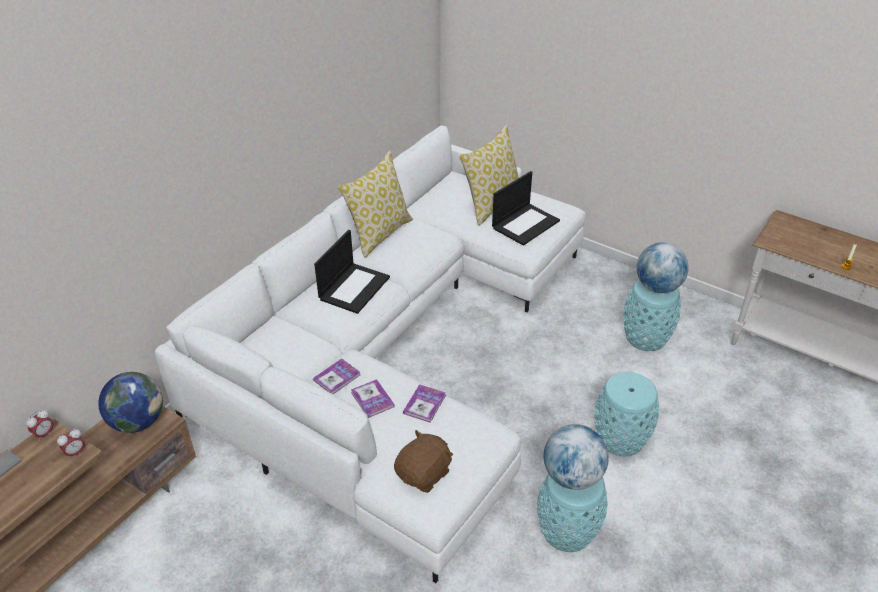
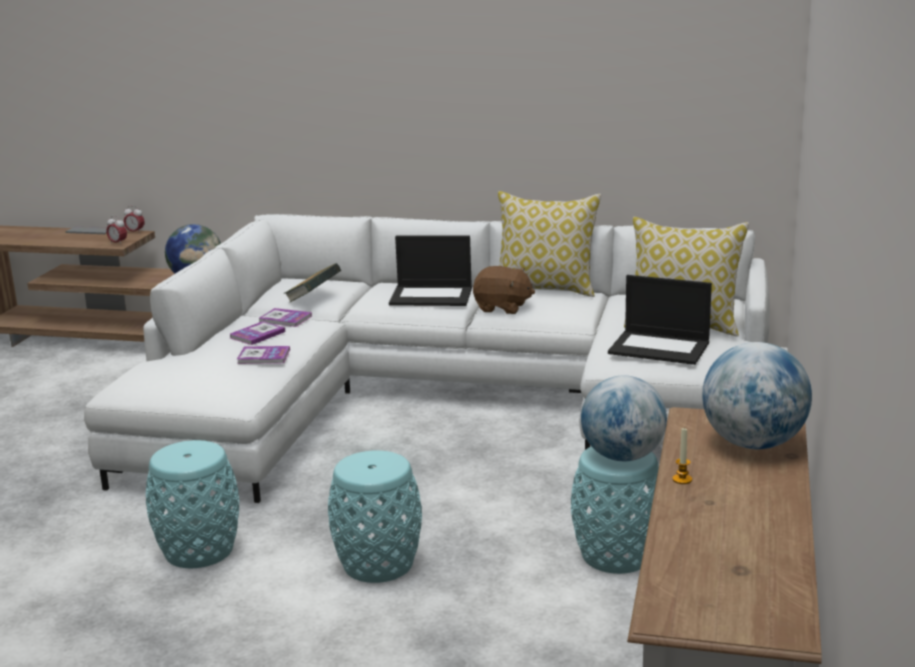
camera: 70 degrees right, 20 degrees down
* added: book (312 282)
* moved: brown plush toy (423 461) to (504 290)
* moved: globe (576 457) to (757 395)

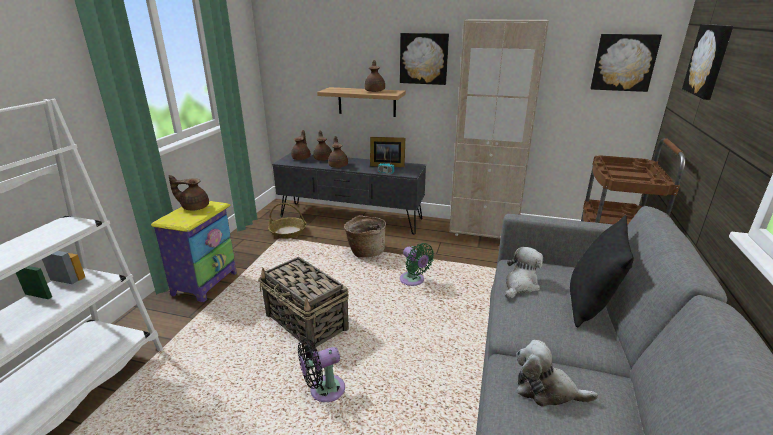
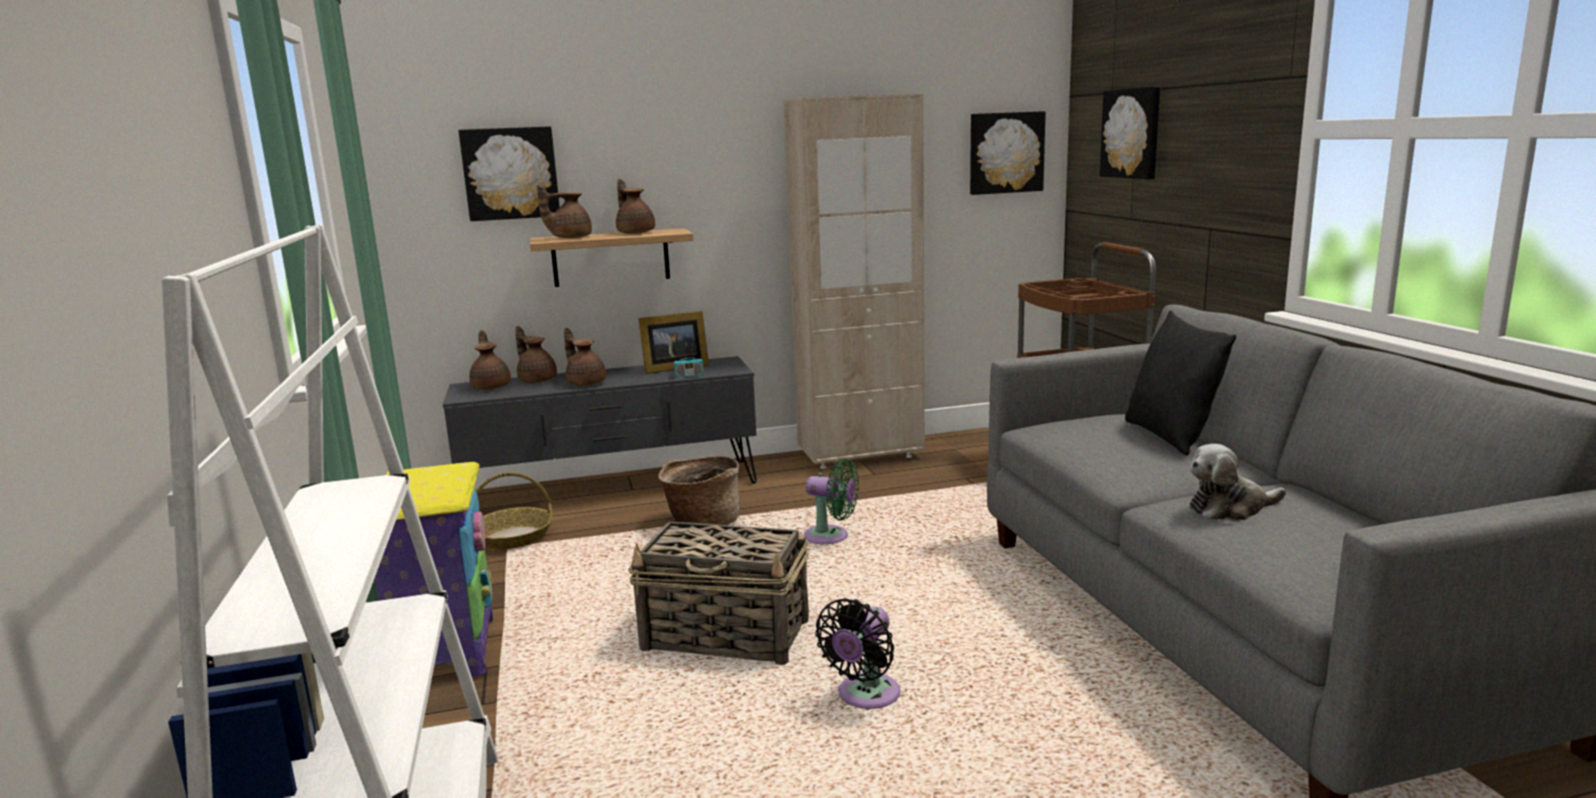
camera: 30 degrees left, 10 degrees down
* removed: plush toy (524 273)
* moved: brown teapot (188 192) to (564 211)
* moved: picture (424 59) to (509 173)

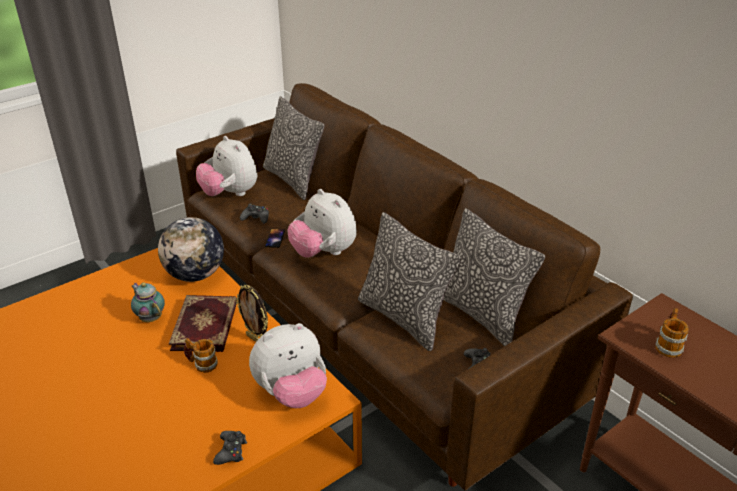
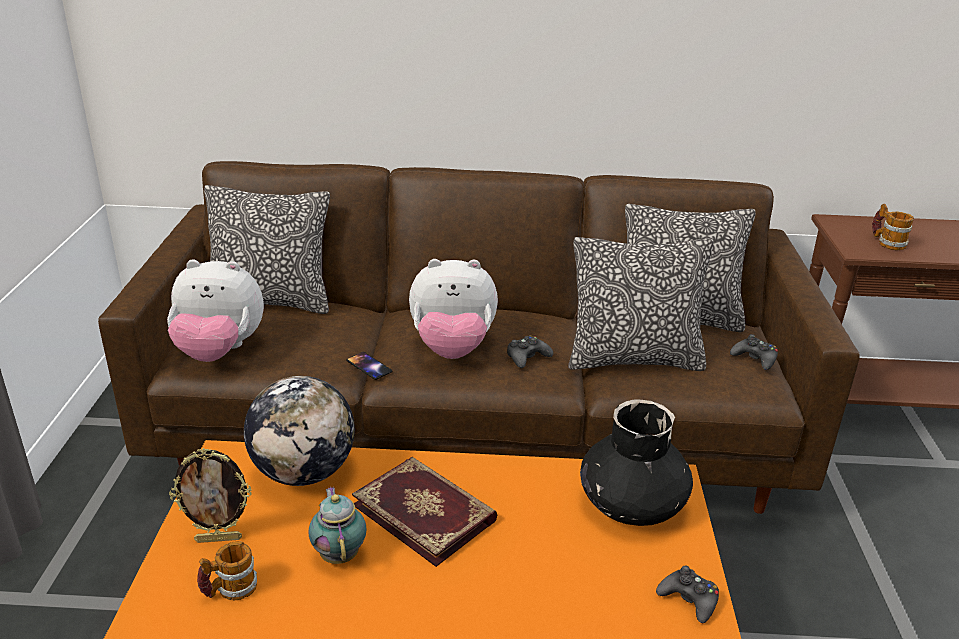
camera: 50 degrees left, 5 degrees down
* moved: mug (201 355) to (227 570)
* moved: picture frame (251 313) to (210 495)
* moved: black game controller (254 213) to (530 351)
* replaced: plush toy (288 365) to black vase (636 462)
* turned: teapot (148 302) = (338 525) 75 degrees clockwise

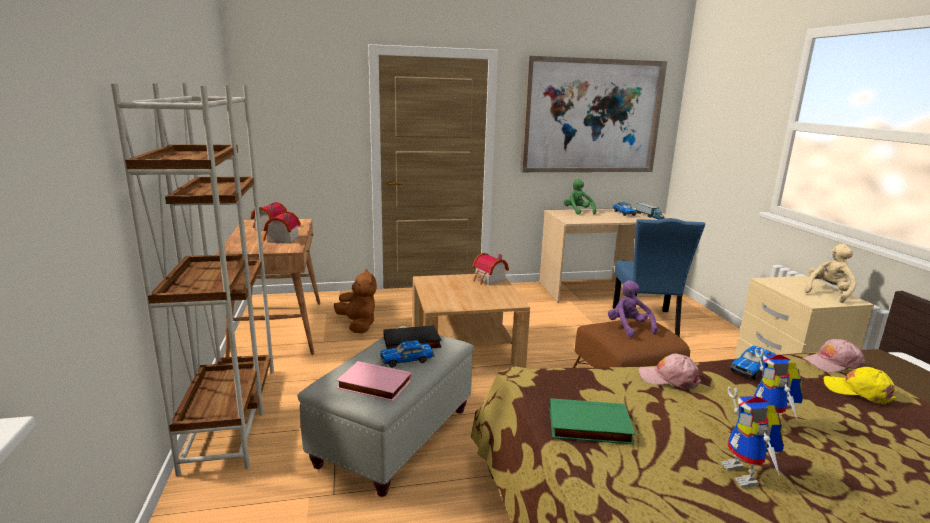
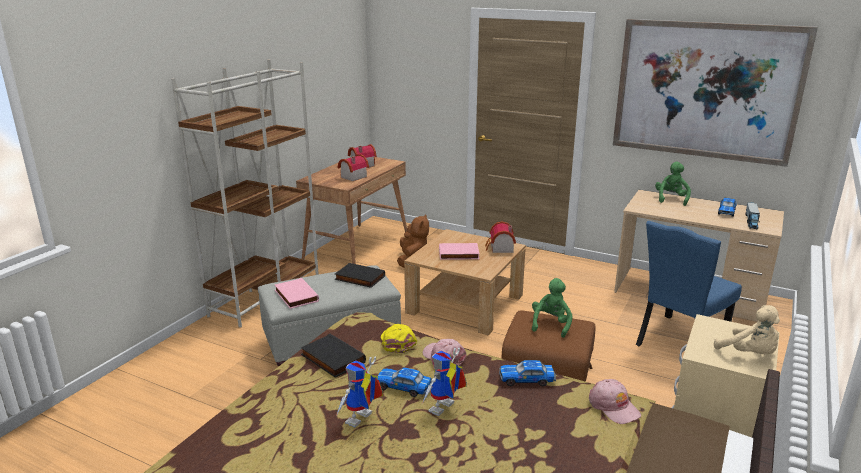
camera: 40 degrees right, 5 degrees up
* added: pink book (459 251)
* moved: toy car (407 353) to (405 382)
* moved: yellow cap (859 385) to (399 338)
* recoloured: green book (592 421) to black book (333 356)
* recoloured: purple plush toy (633 308) to green plush toy (552 308)
* turned: pink cap (834 356) = (615 401) 150 degrees counterclockwise
* turned: beige plush toy (831 273) = (747 329) 60 degrees clockwise

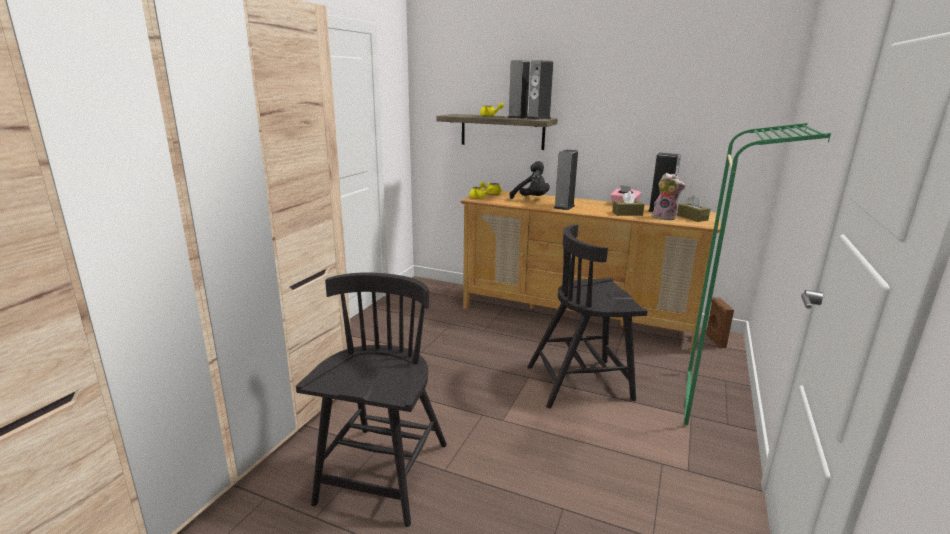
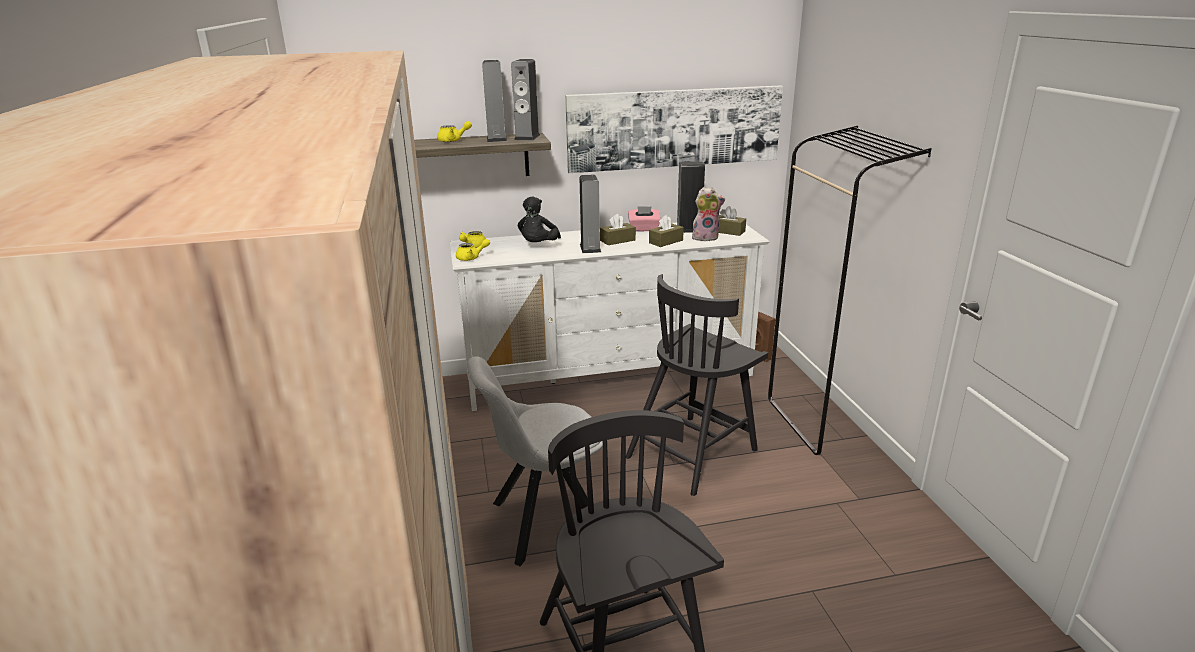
camera: 35 degrees left, 5 degrees up
* added: grey chair (535 461)
* added: picture (674 129)
* added: brown tissue box (618 229)
* recoloured: brown dresser (590 270) to white dresser (610 317)
* recoloured: green clothes rack (757 274) to black clothes rack (850 290)
* turned: black plush toy (530 180) = (539 219) 90 degrees clockwise

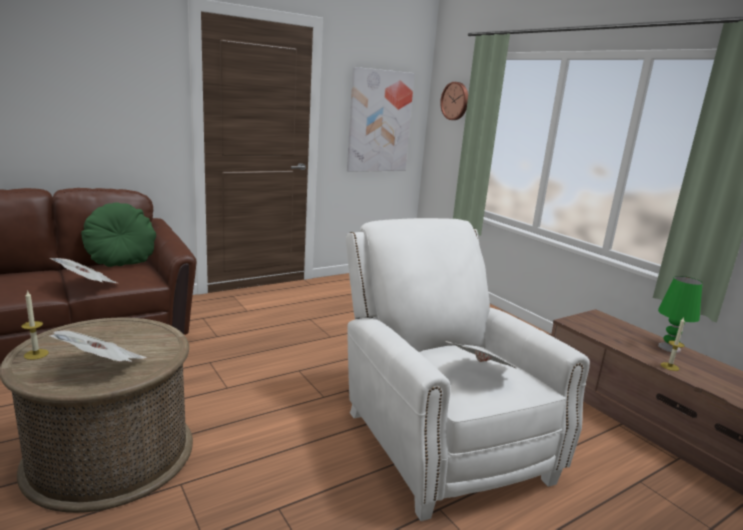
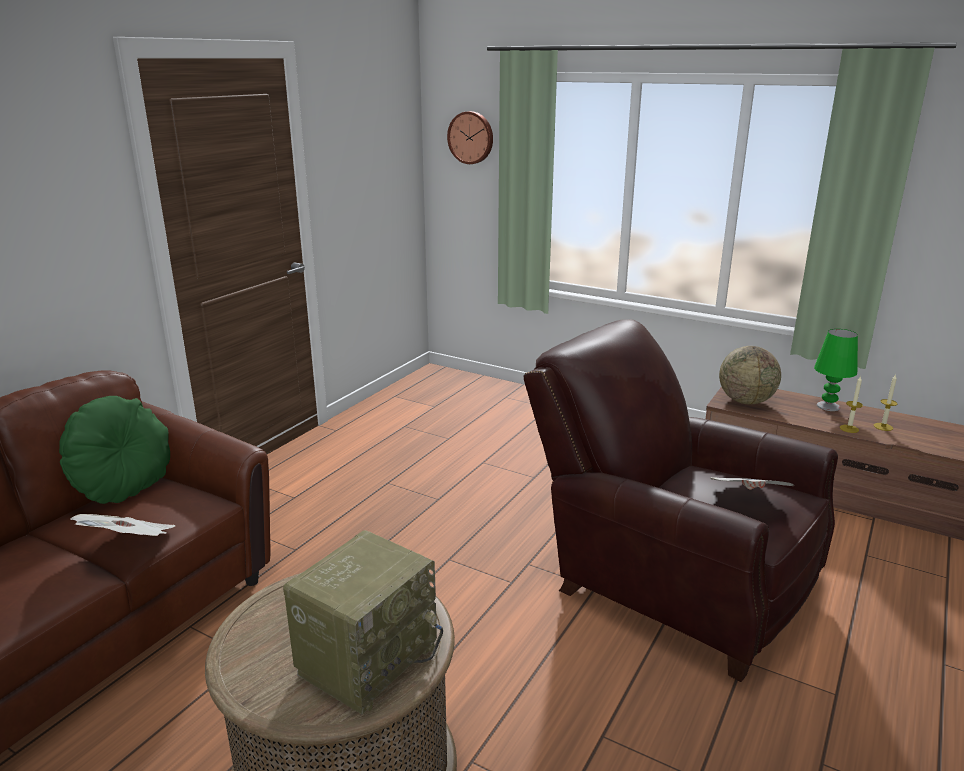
camera: 25 degrees left, 5 degrees up
* removed: picture (381 119)
* added: globe (750 375)
* moved: candle (35 325) to (885 402)
* replaced: newspaper (98 346) to radio (363 622)
* recoloured: white armchair (468 369) to brown armchair (680 500)

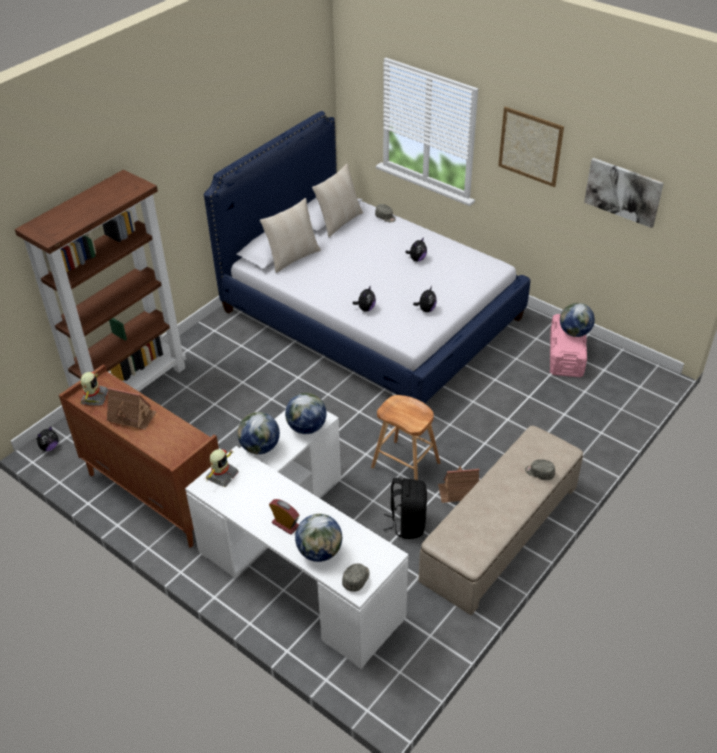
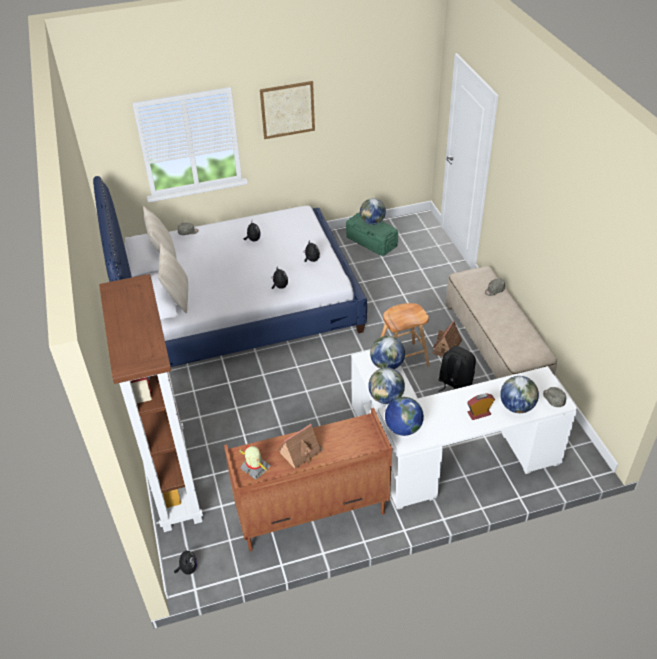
camera: 55 degrees left, 0 degrees up
* removed: picture (624 193)
* replaced: toy robot (222 468) to globe (404 416)
* recoloured: pink storage box (568 345) to green storage box (372 234)

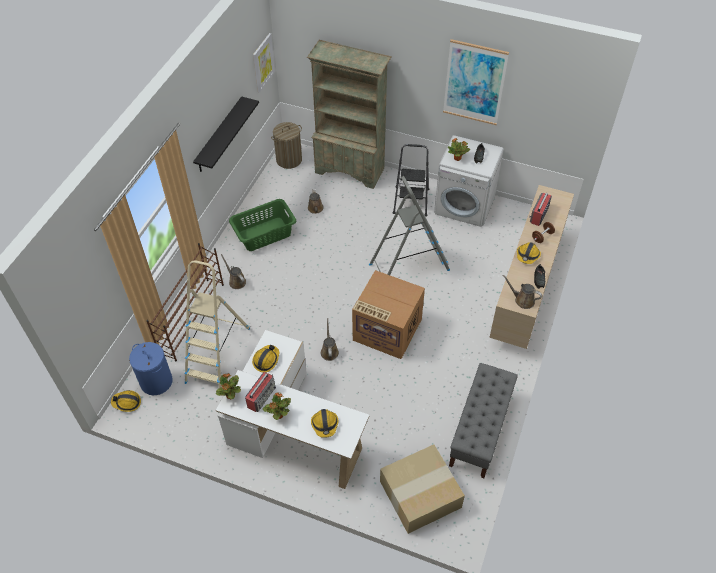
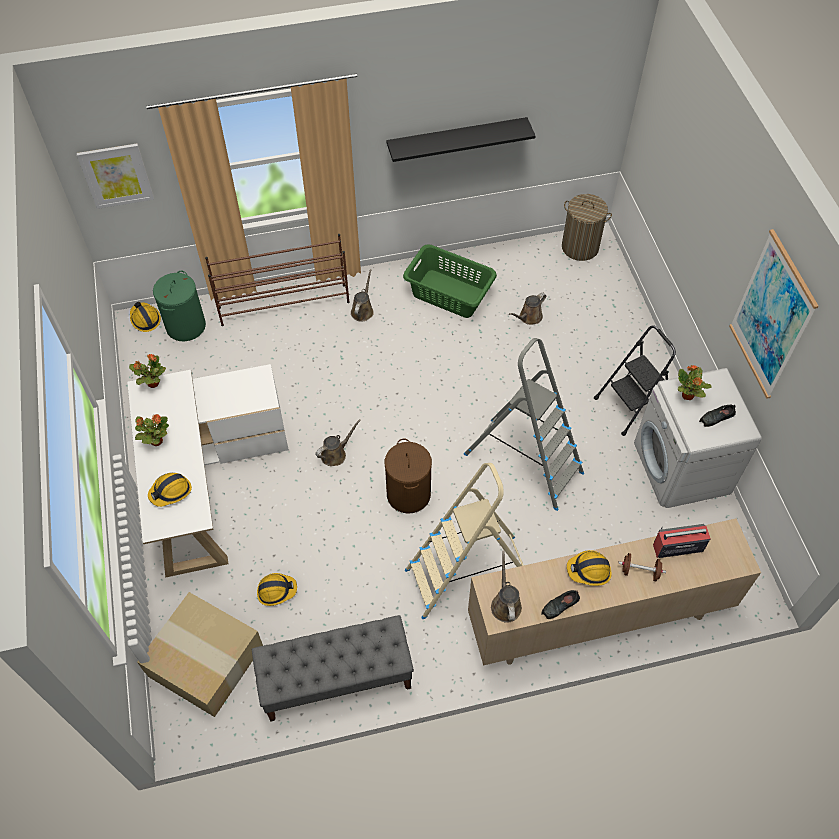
camera: 55 degrees right, 5 degrees up
* removed: radio (260 392)
* removed: green bookcase (349 114)
* moved: beige step ladder (217 324) to (464 541)
* moved: hard hat (265 358) to (277 589)
* moved: picture (264 63) to (115 176)
* replaced: cardboard box (388 314) to brown laundry basket (408 476)
* recoloured: blue laundry basket (151 368) to green laundry basket (179 306)

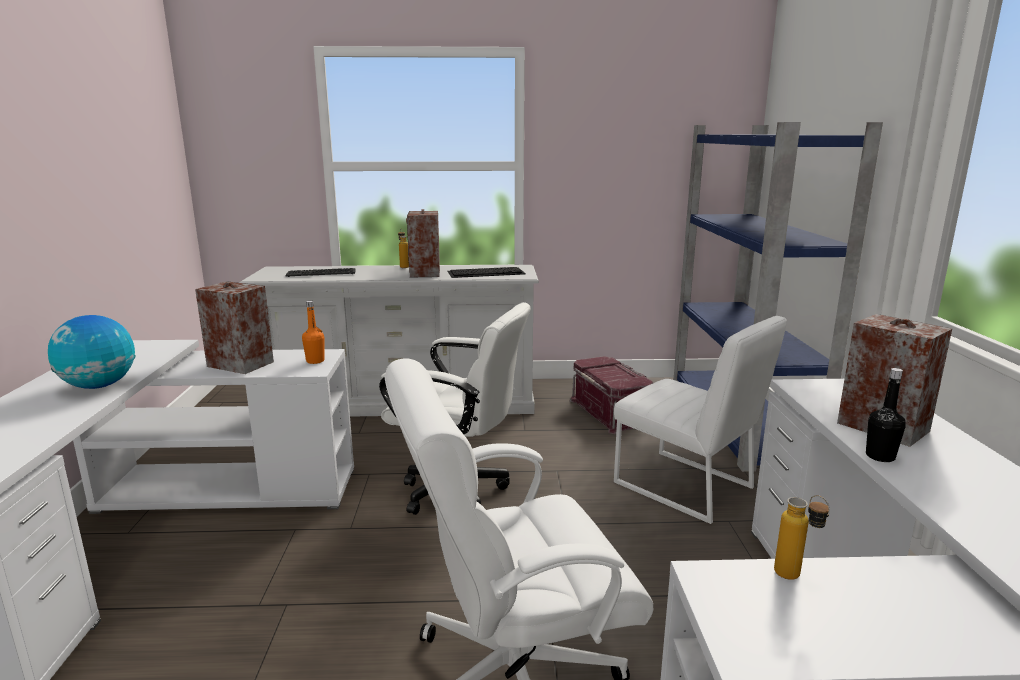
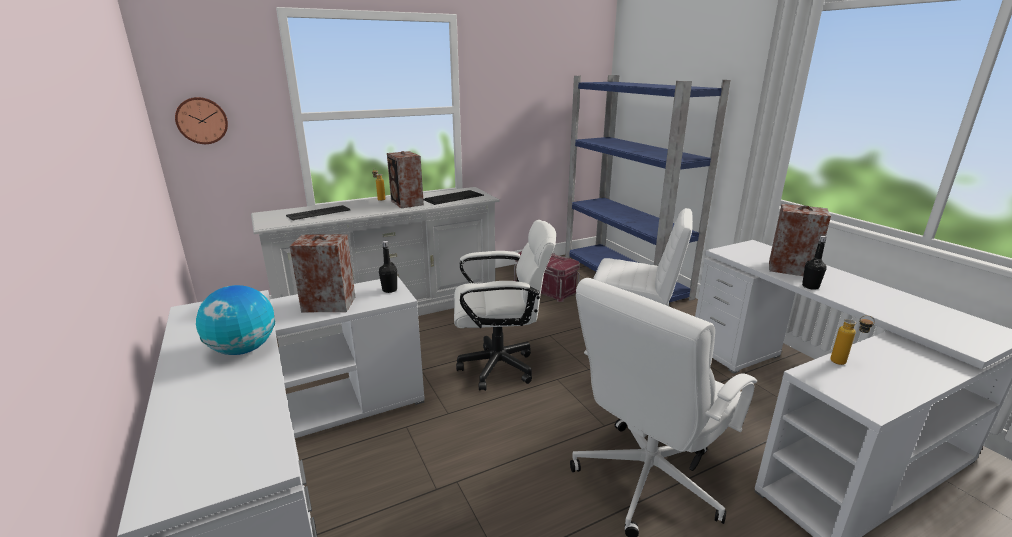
camera: 25 degrees left, 5 degrees up
* added: wall clock (201 120)
* recoloured: orange bottle (313 332) to black bottle (388 267)

